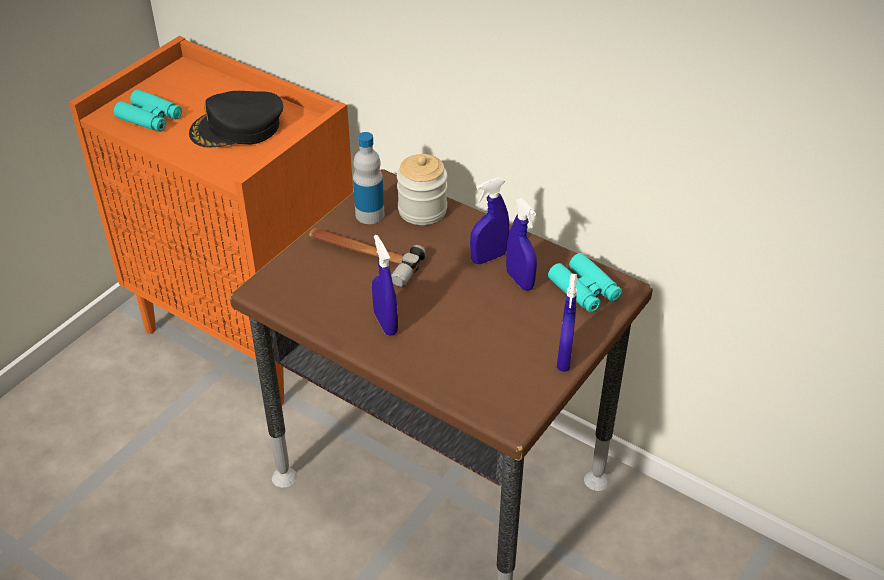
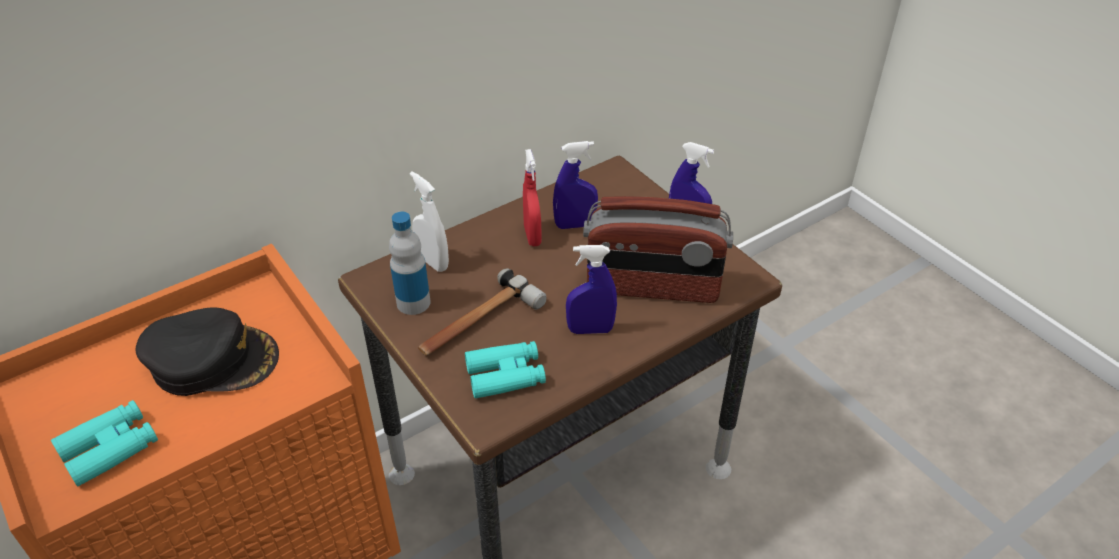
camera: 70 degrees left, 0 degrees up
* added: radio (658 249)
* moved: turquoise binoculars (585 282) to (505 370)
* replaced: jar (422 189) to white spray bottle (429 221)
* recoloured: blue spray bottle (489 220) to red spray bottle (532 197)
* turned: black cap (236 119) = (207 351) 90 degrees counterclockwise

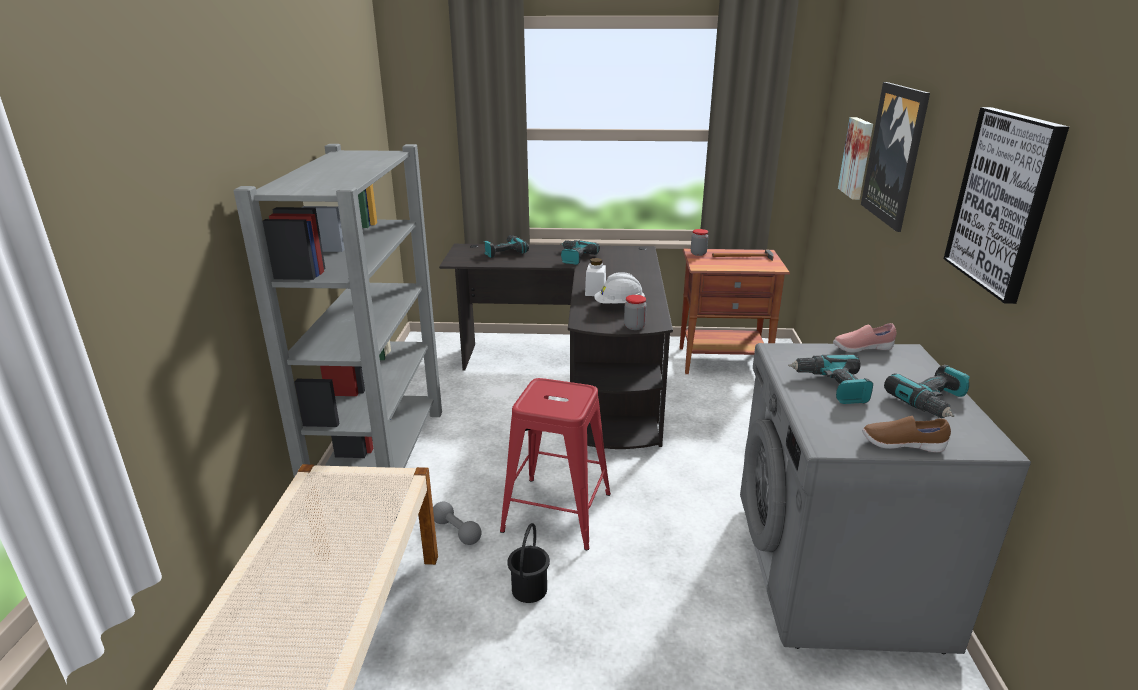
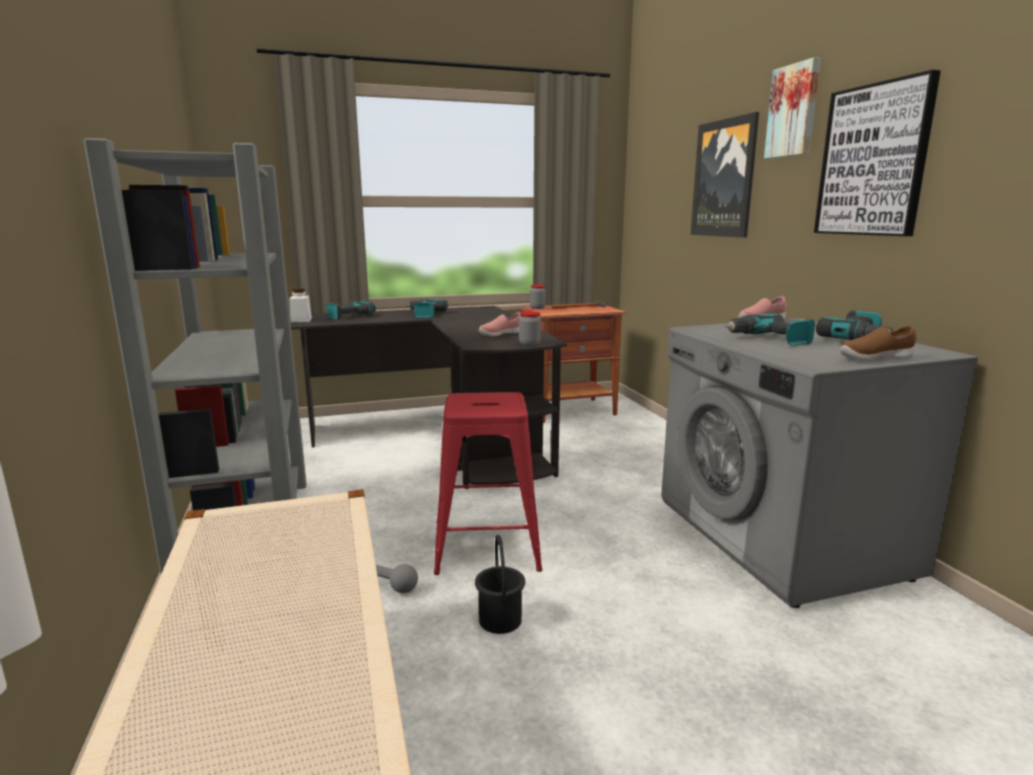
camera: 20 degrees left, 10 degrees down
* moved: white jar (595 277) to (300 305)
* moved: picture (855 158) to (792 108)
* replaced: white hard hat (619 287) to pink shoe (499 324)

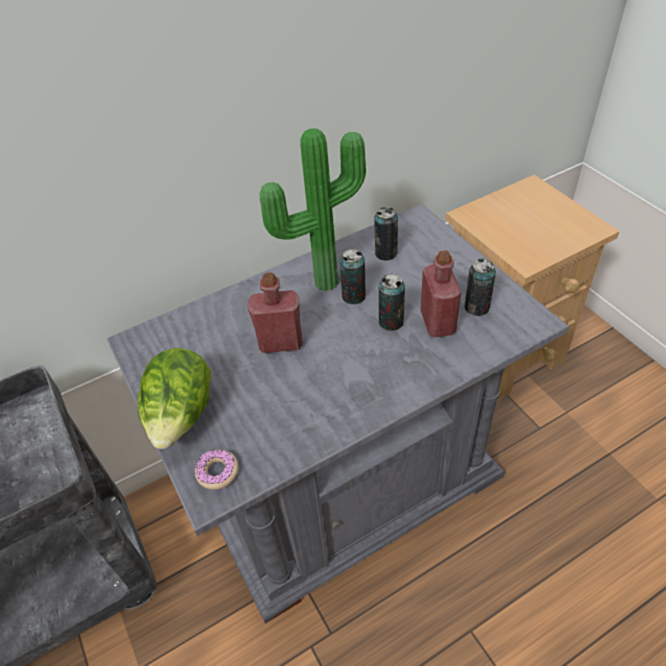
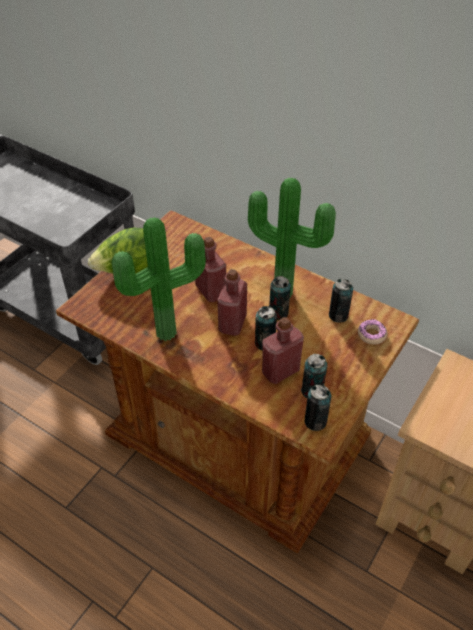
camera: 60 degrees right, 0 degrees up
* added: potted plant (159 279)
* added: red bottle (232 302)
* added: can (318 407)
* moved: donut (217 469) to (372 331)
* recoloured: grey cabinet (338 414) to brown cabinet (237 382)

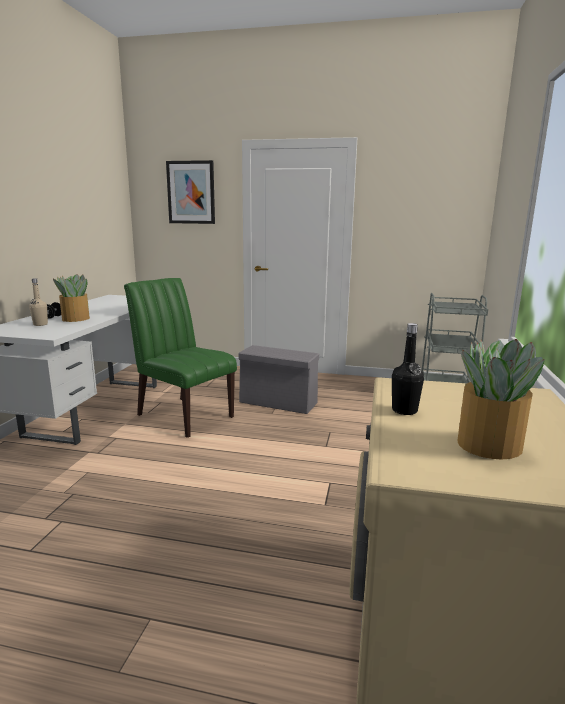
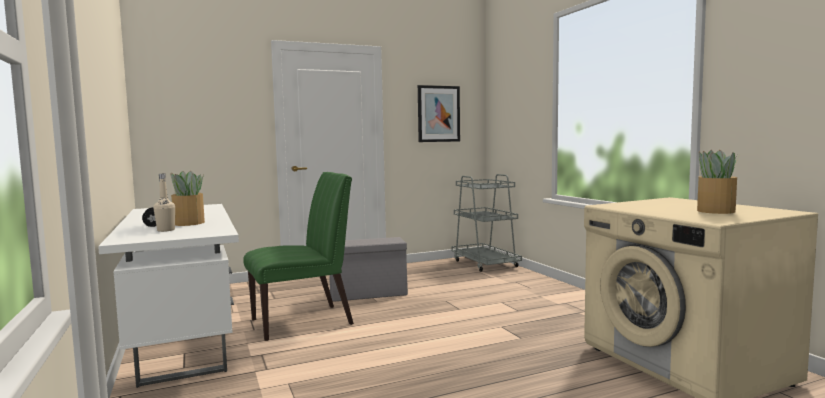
camera: 35 degrees left, 10 degrees down
* removed: black bottle (408 369)
* moved: picture (190 192) to (439 113)
* turned: green chair (180 358) = (298 256) 150 degrees clockwise

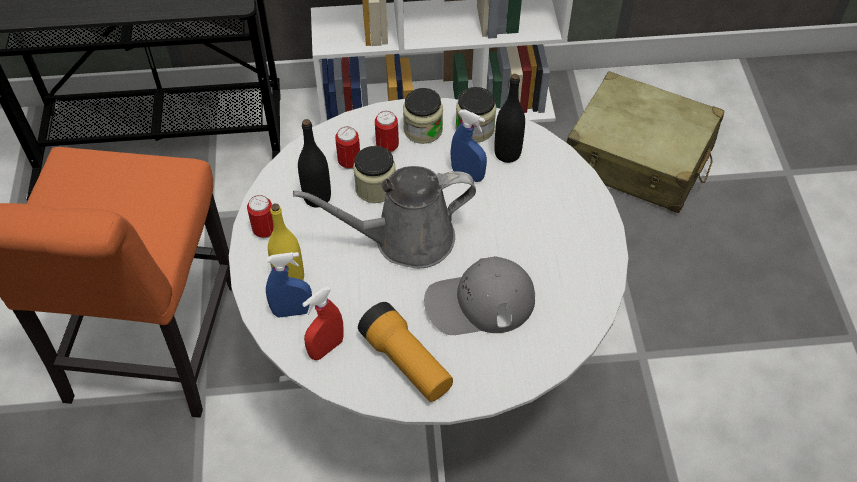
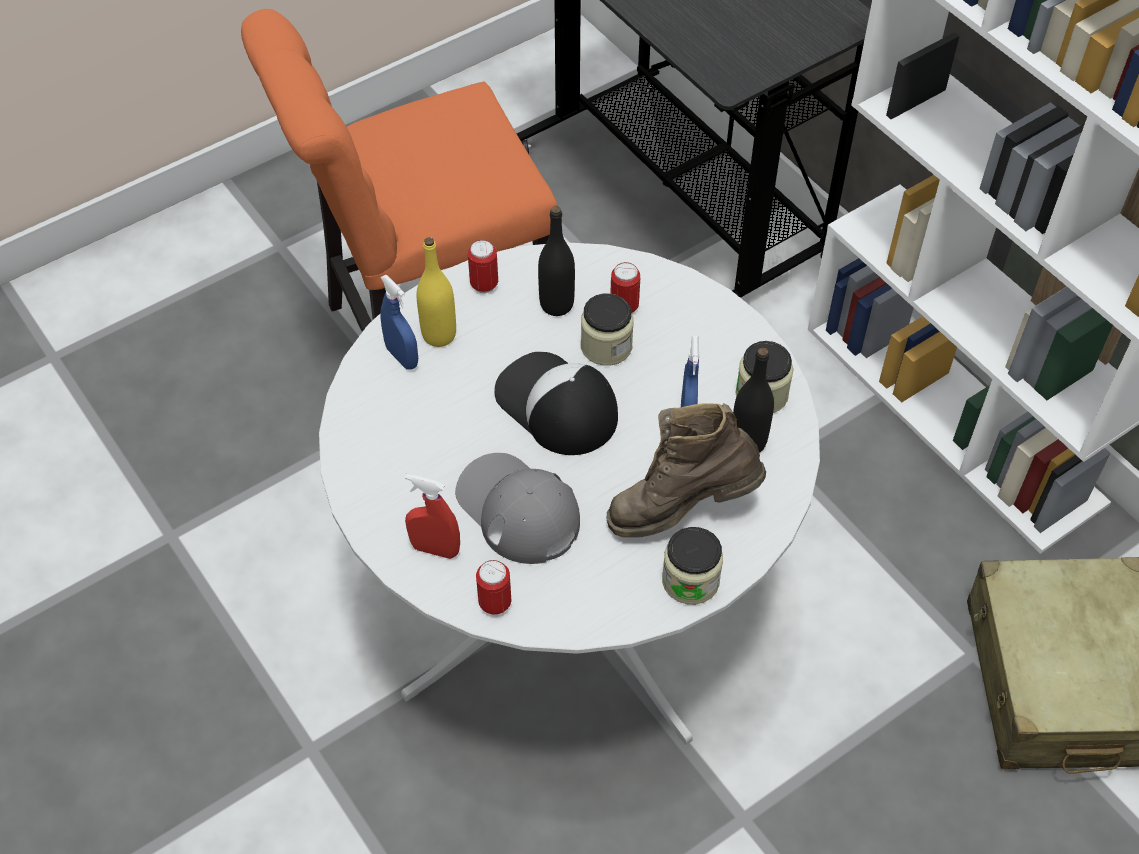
camera: 60 degrees right, 0 degrees up
* removed: flashlight (405 352)
* added: brown boot (686 470)
* moved: red spray bottle (323 323) to (432 516)
* moved: can (387 132) to (493 587)
* moved: jar (423 116) to (692 566)
* replaced: grey watering can (384 217) to cap (556 403)

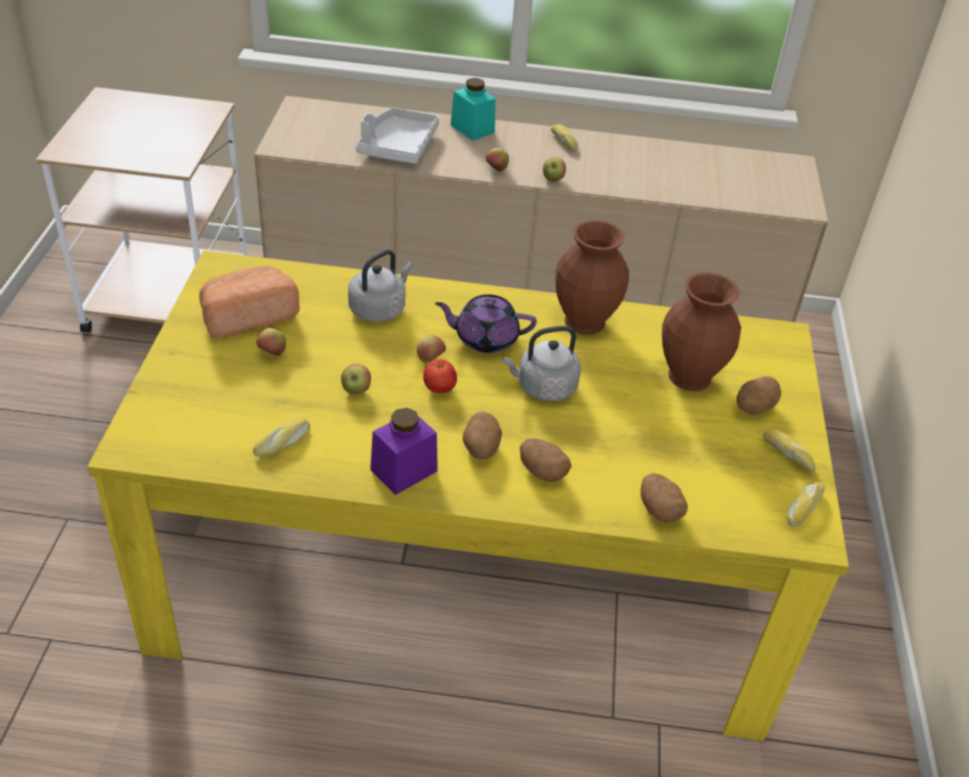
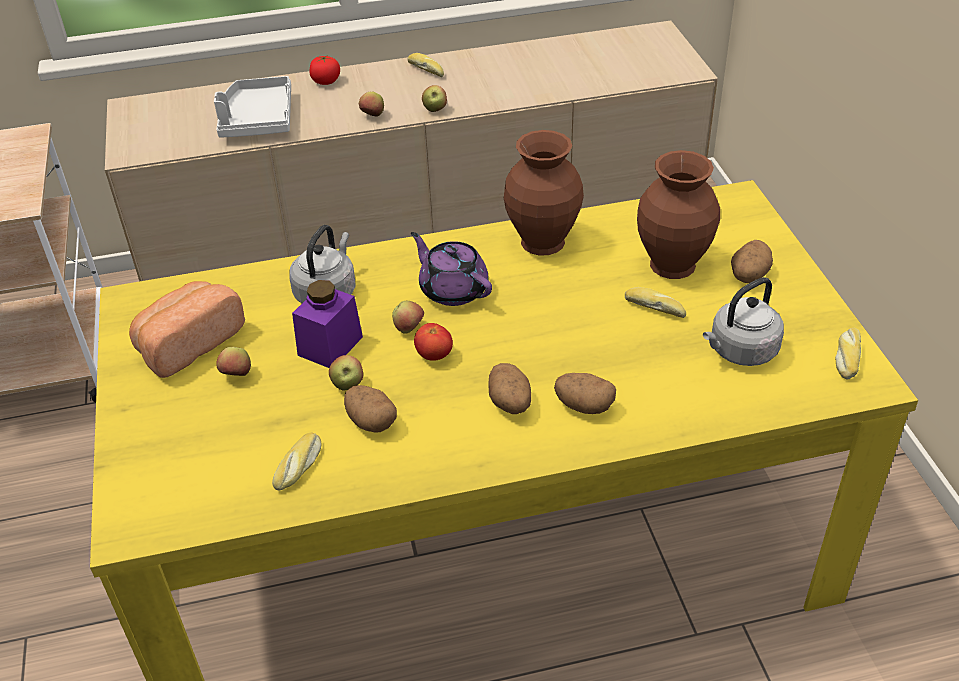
camera: 15 degrees left, 0 degrees up
* moved: purple jar (404 451) to (327 324)
* moved: grey kettle (542 363) to (743 321)
* moved: potato (664 498) to (370 409)
* moved: bread (789 451) to (655 302)
* replaced: turquoise jar (473 109) to tomato (324 70)
* turned: purple teapot (486 323) = (451 269) 60 degrees clockwise

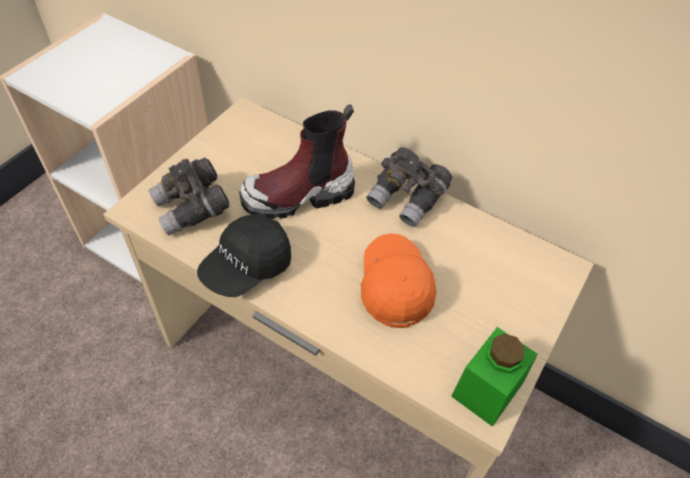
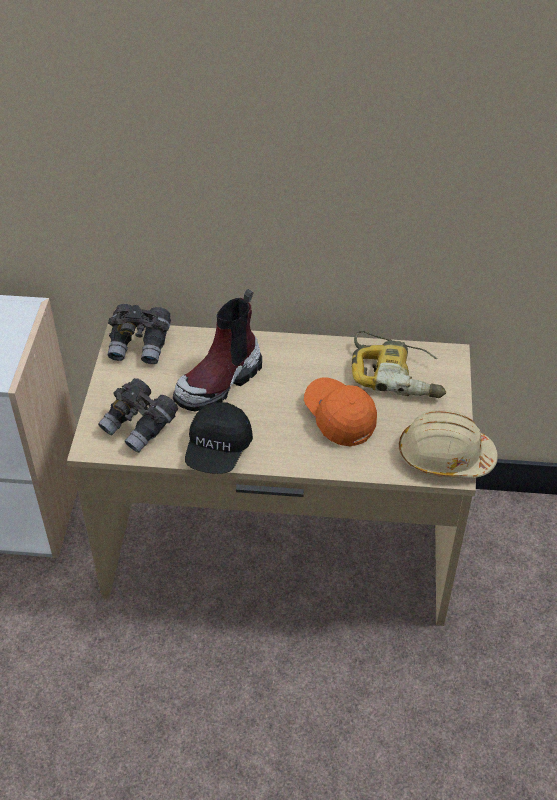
camera: 25 degrees left, 5 degrees down
* added: power drill (399 364)
* moved: grey binoculars (409 187) to (139 334)
* replaced: green jar (494 377) to beige hard hat (448 444)

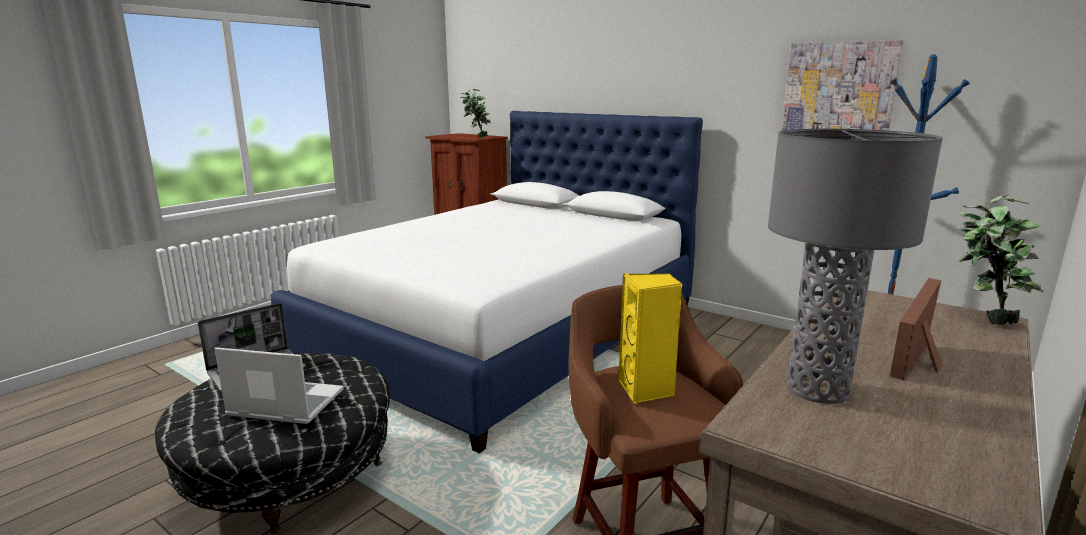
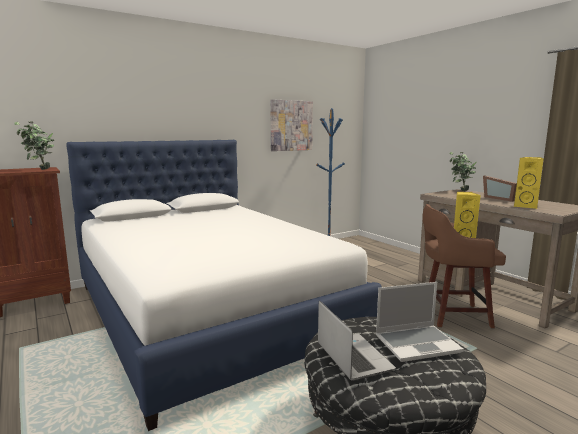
camera: 70 degrees left, 5 degrees down
* replaced: grey table lamp (855 266) to yellow speaker (529 183)
* turned: laptop (279 385) = (420 322) 135 degrees counterclockwise

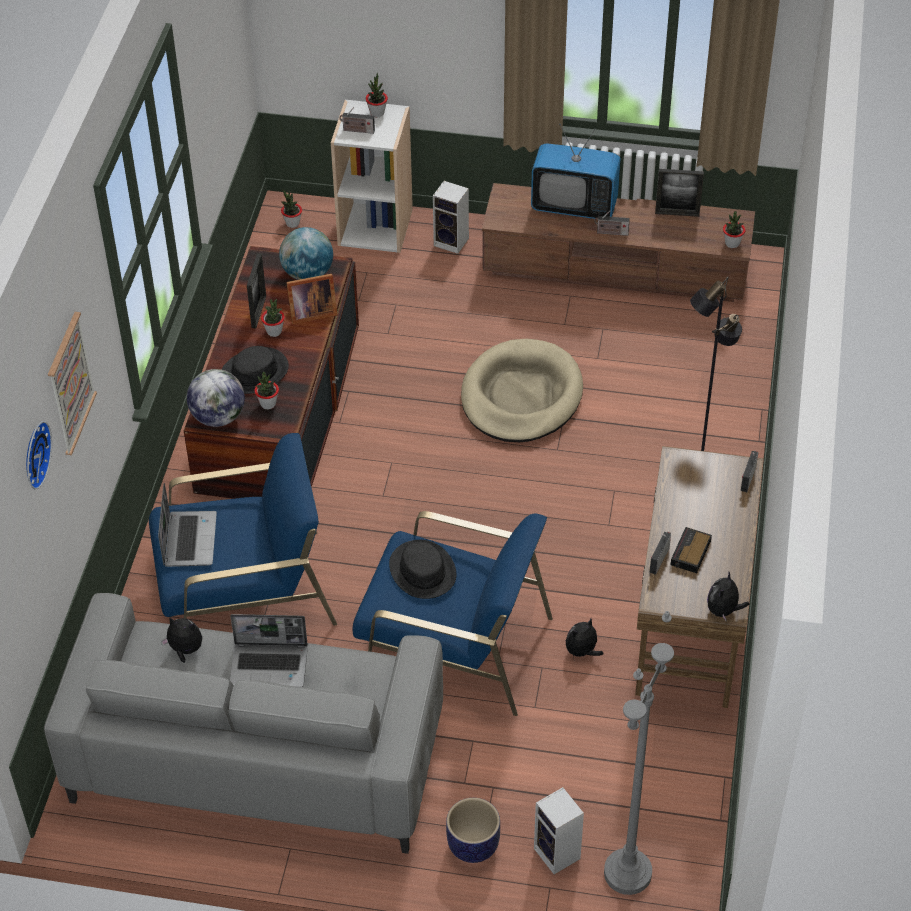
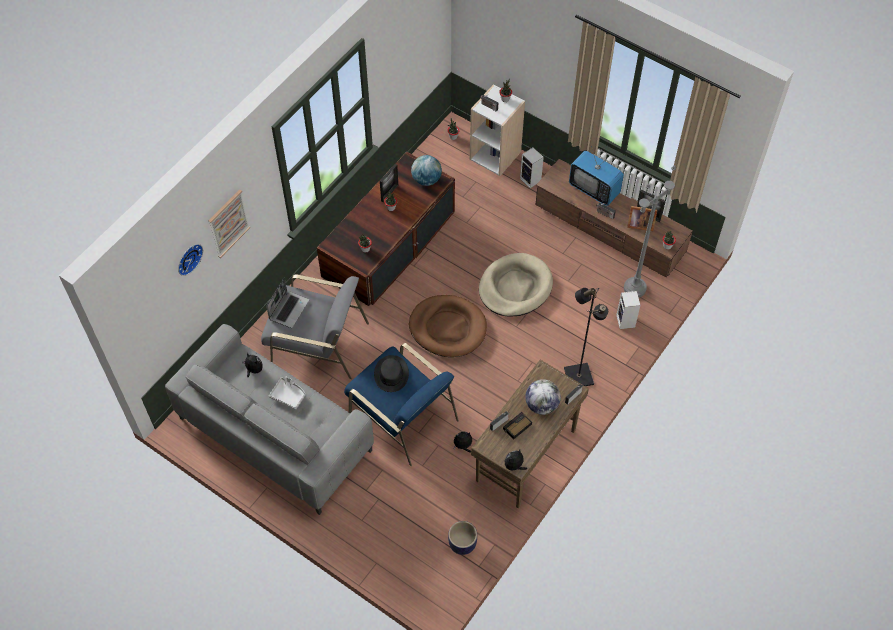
camera: 25 degrees right, 10 degrees up
* removed: black hat (255 370)
* added: brown dog bed (448 326)
* moved: globe (216 398) to (543 397)
* moved: picture frame (312 299) to (642 218)
* moved: planter (473 830) to (462 538)
* moved: speaker (559 830) to (628 310)
* moved: grey floor lamp (639 753) to (650 231)
* replaced: laptop (269 650) to grey tray (287 393)
* recoloured: blue armchair (243 529) to grey armchair (315 327)

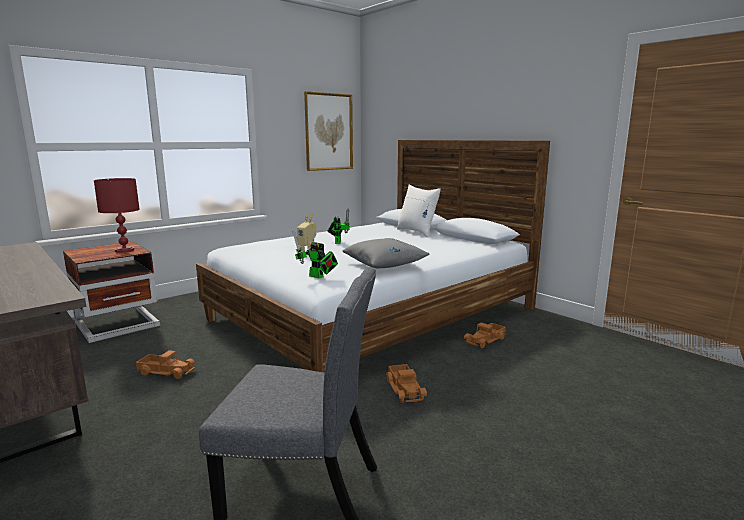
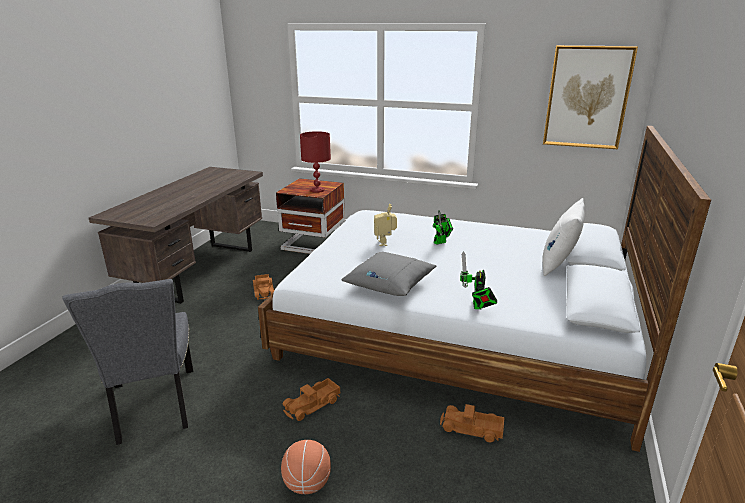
camera: 60 degrees right, 10 degrees up
* added: basketball (306 467)
* moved: toy robot (315 254) to (478 280)

